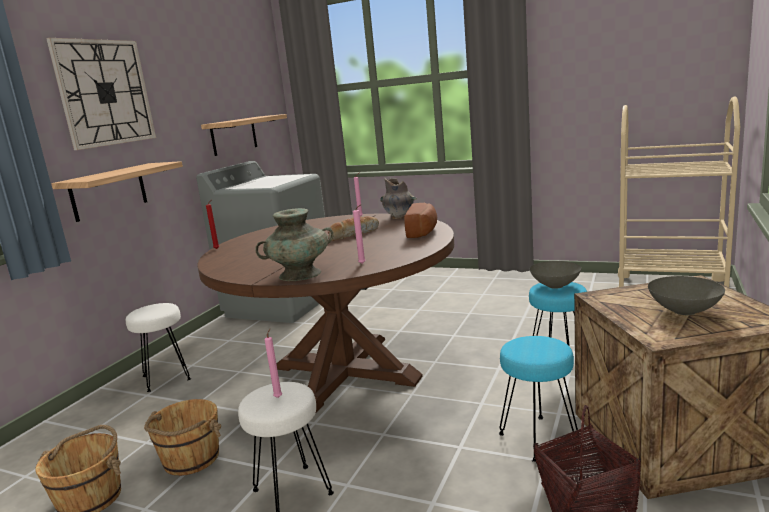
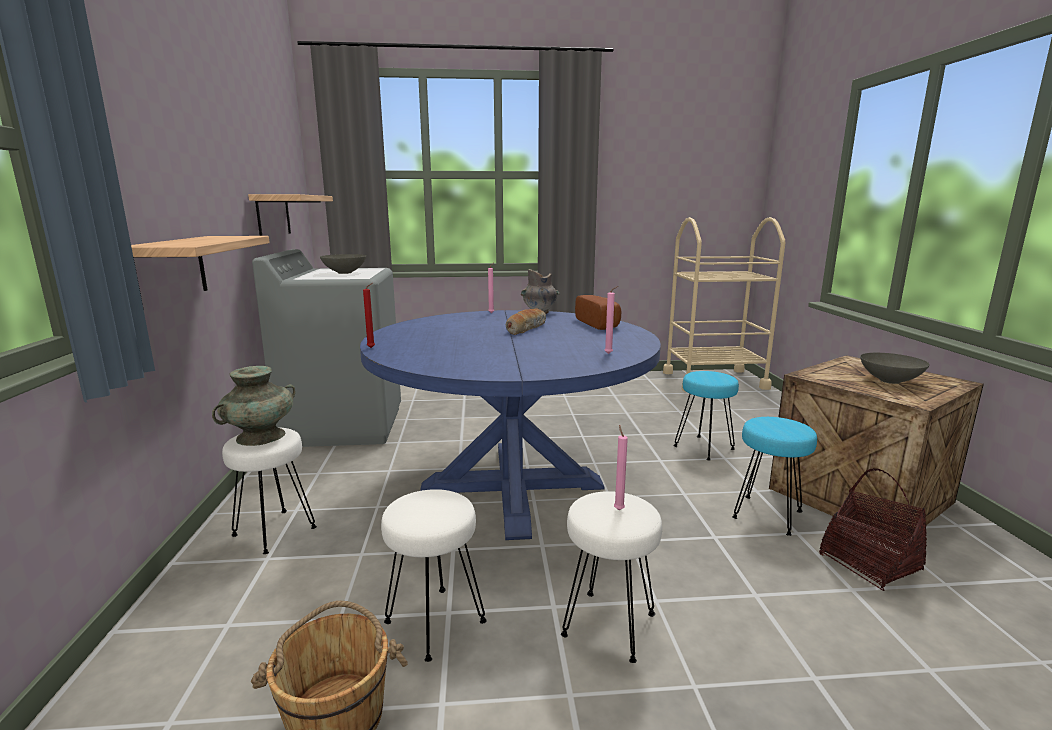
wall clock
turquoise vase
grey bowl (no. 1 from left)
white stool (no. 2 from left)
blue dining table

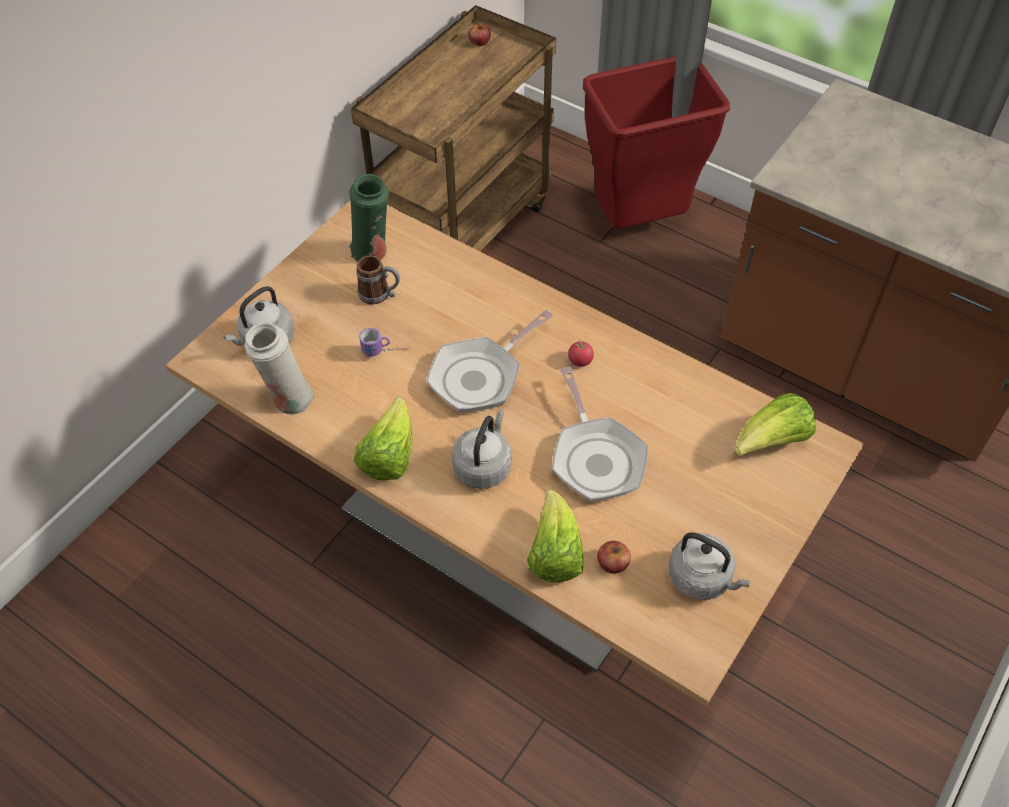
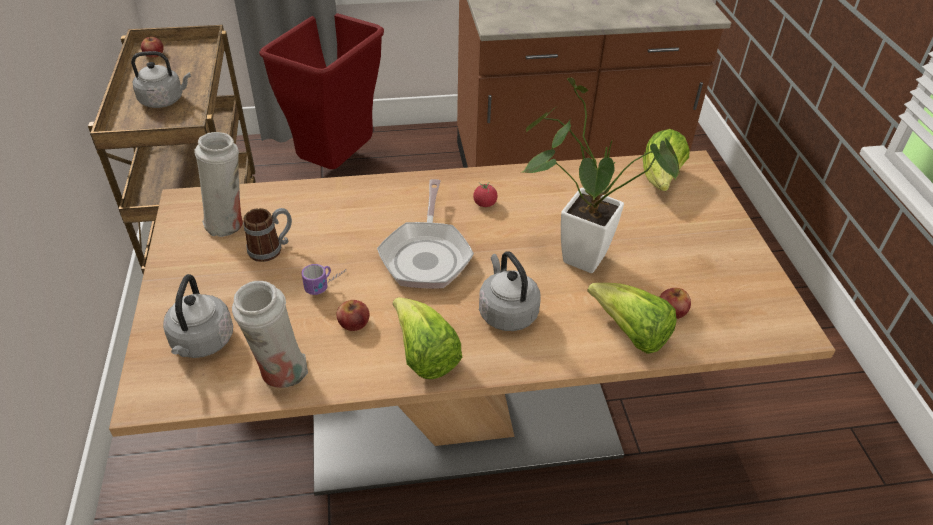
apple (no. 2 from left)
grey kettle (no. 1 from left)
potted plant
white vase (no. 1 from left)

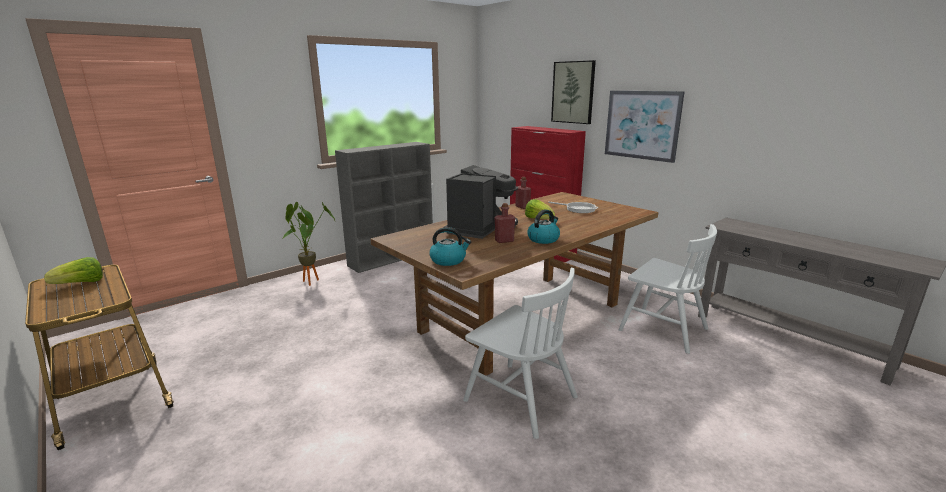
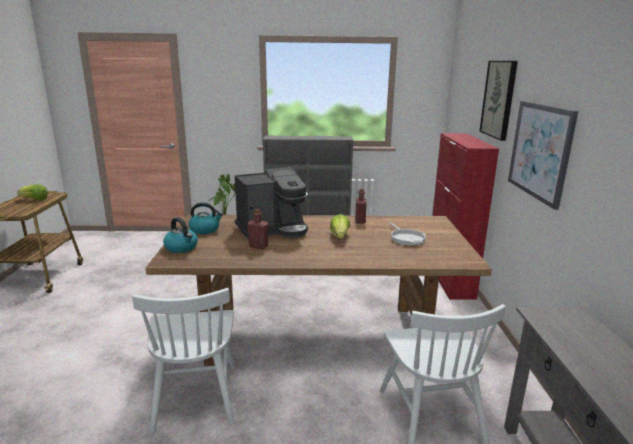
kettle (no. 2 from left)

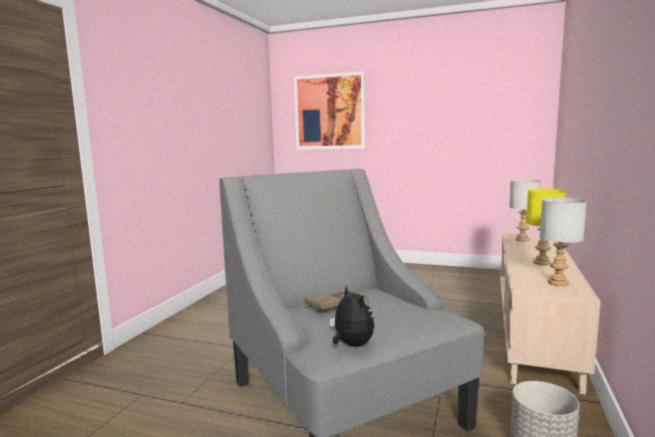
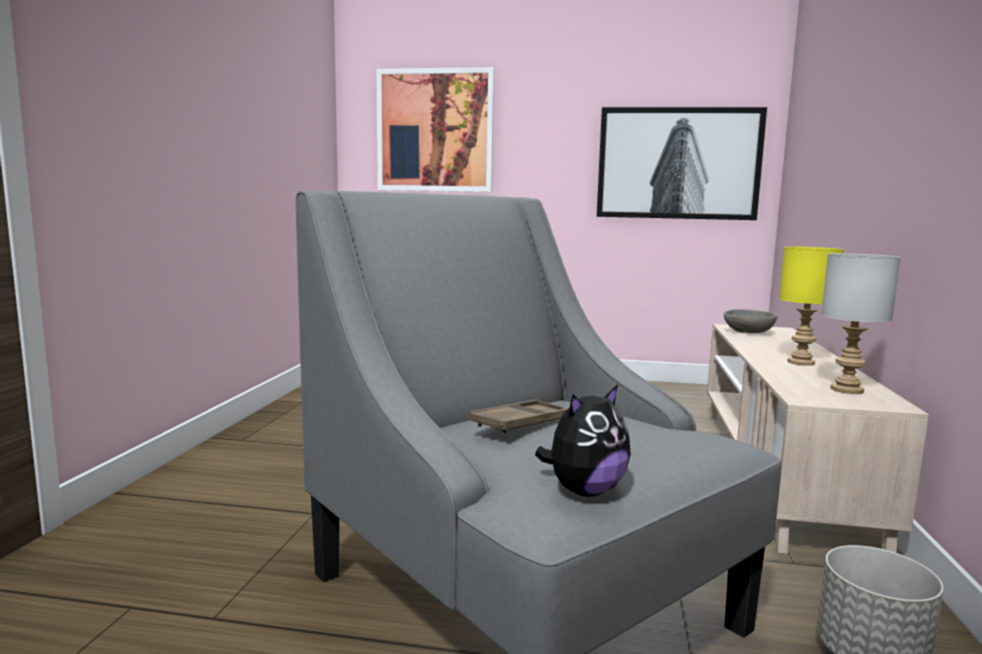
picture (no. 2 from left)
grey bowl
plush toy

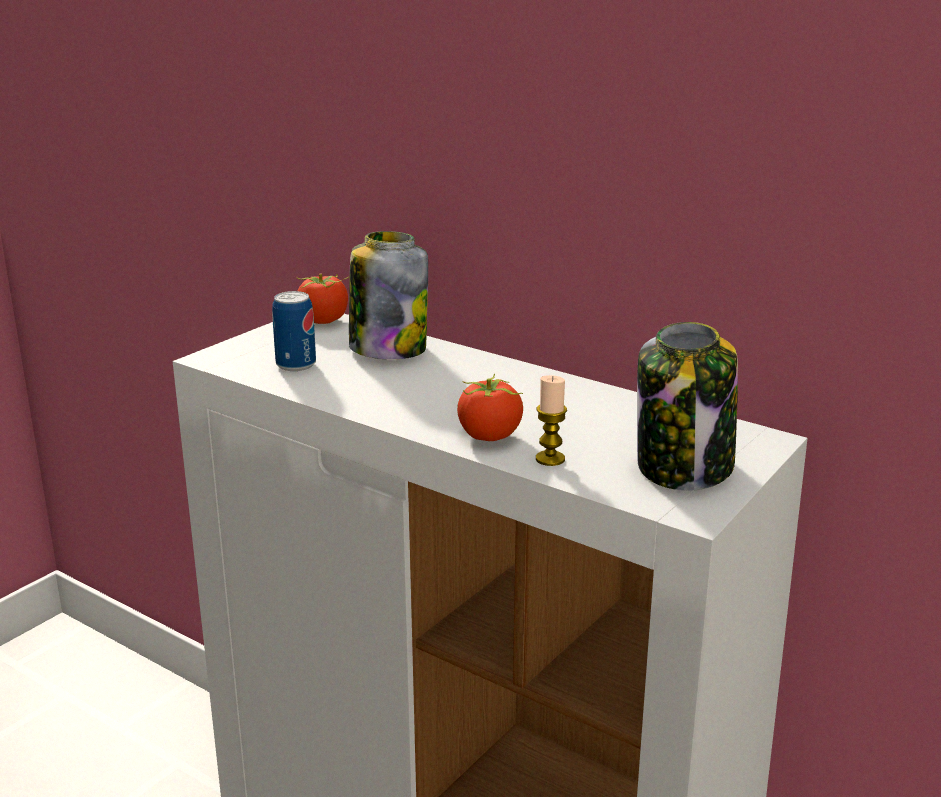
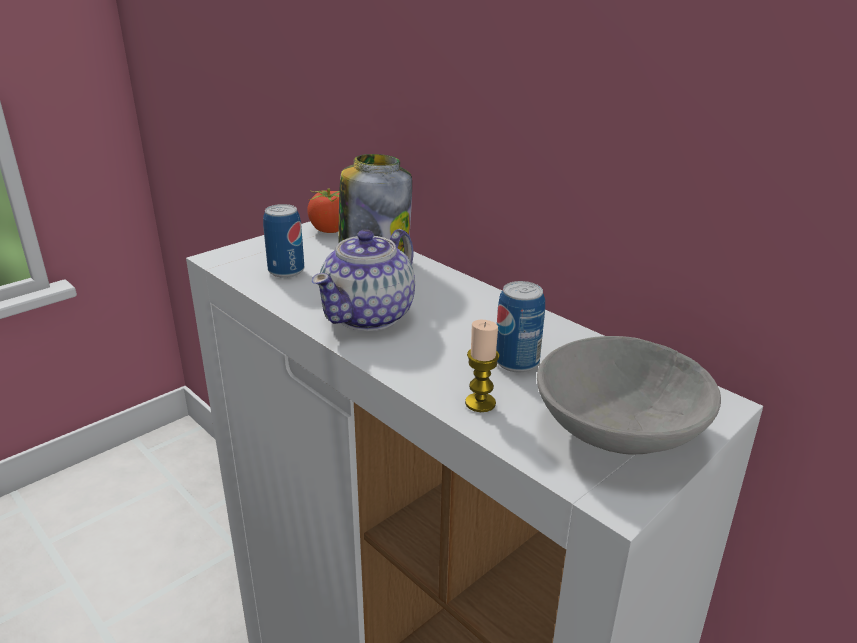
tomato (no. 2 from left in the first image)
teapot
can (no. 2 from left)
grey bowl

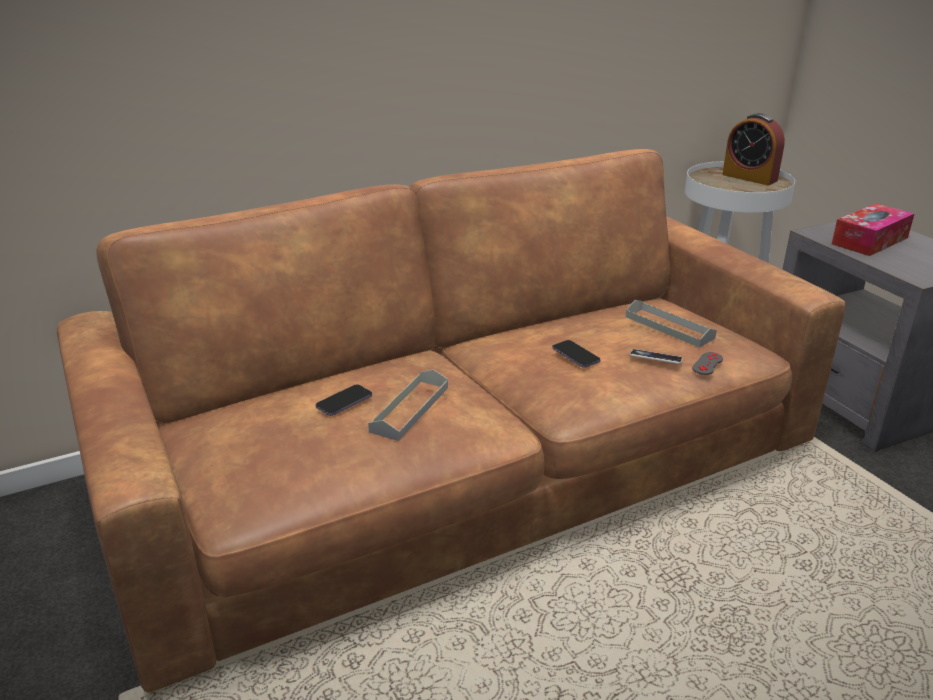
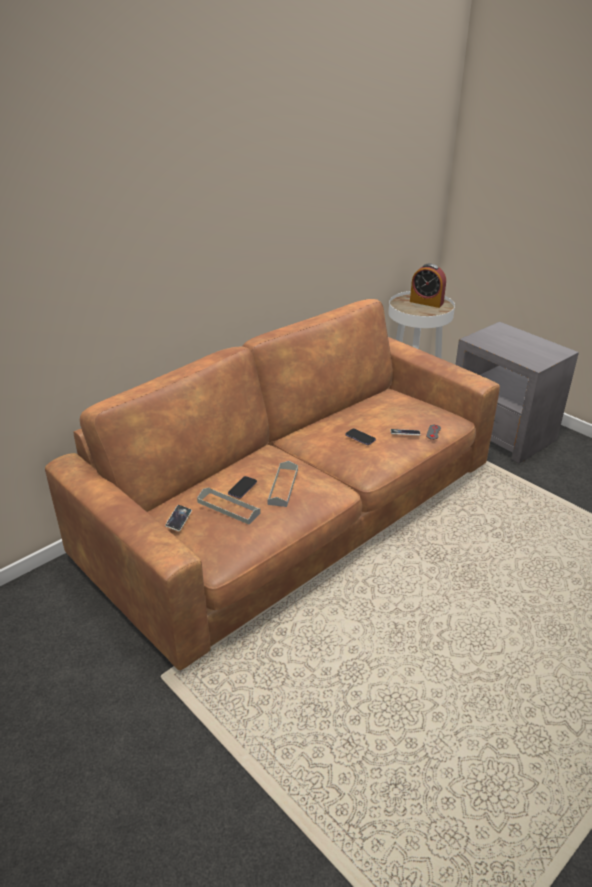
tissue box
phone (no. 1 from left)
grey tray (no. 1 from left)

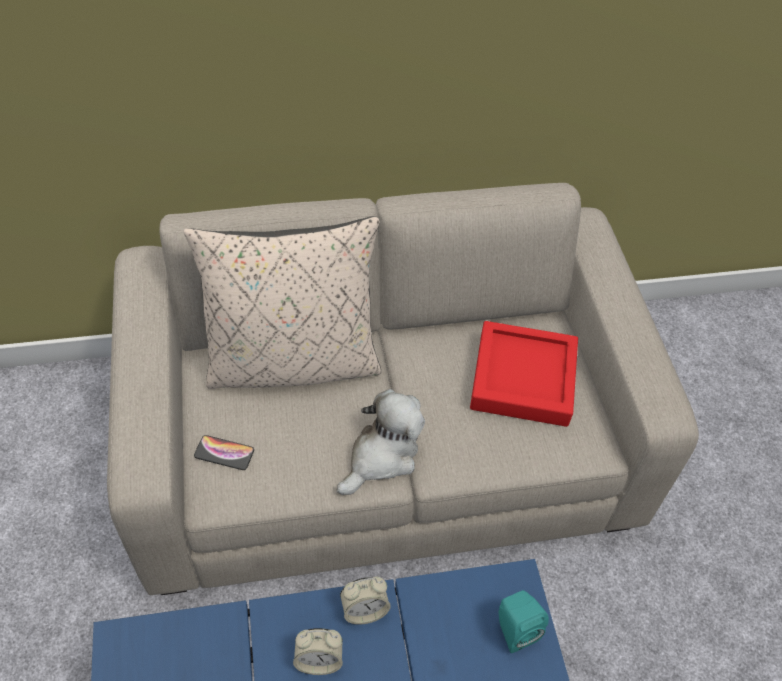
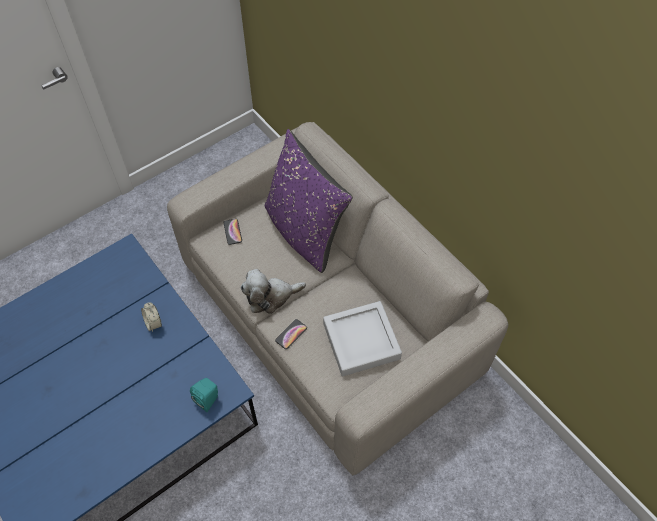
alarm clock (no. 2 from left in the first image)
phone (no. 2 from left)
purple pillow
grey tray
plush toy

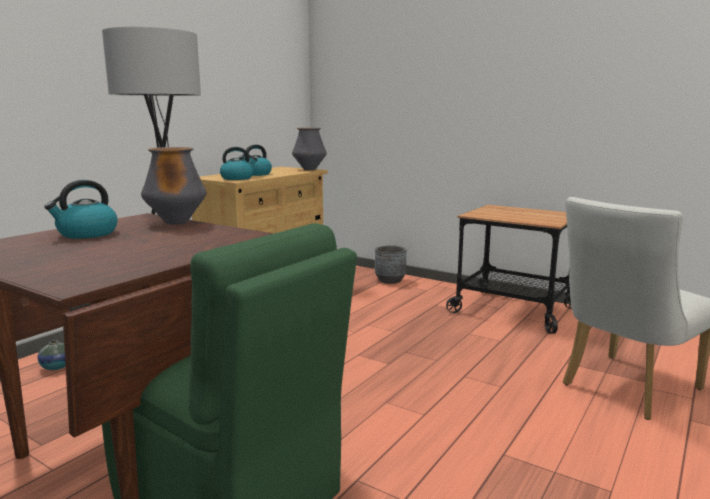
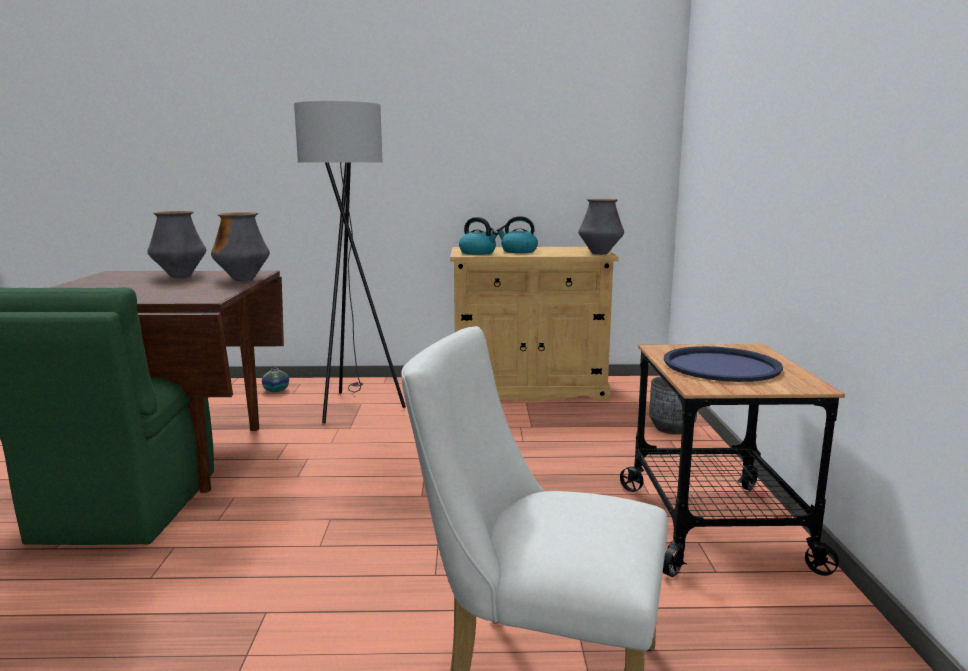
blue tray
vase (no. 1 from left)

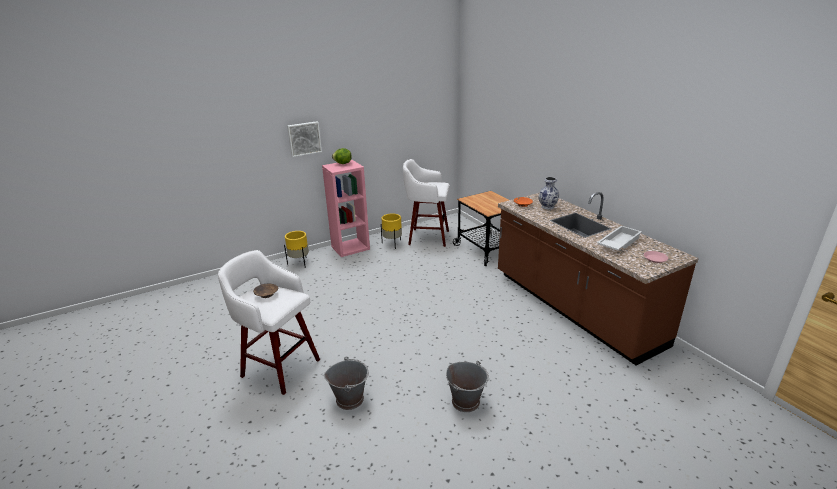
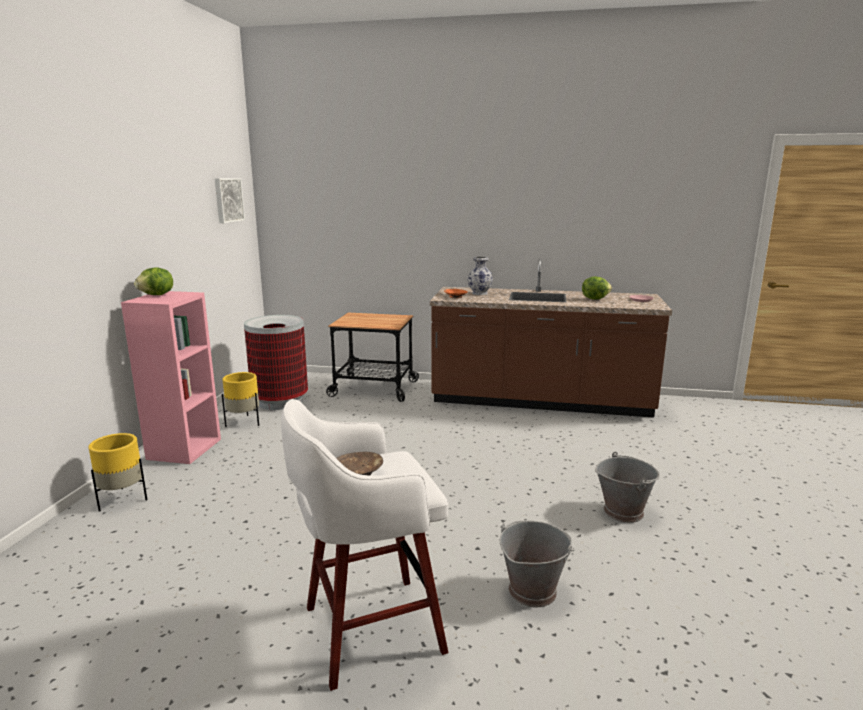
picture
trash can
lettuce (no. 2 from left)

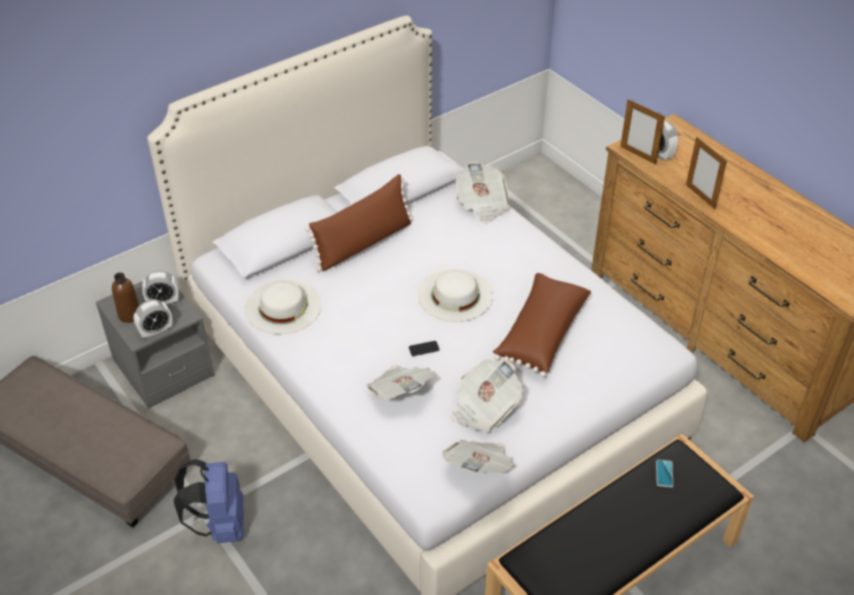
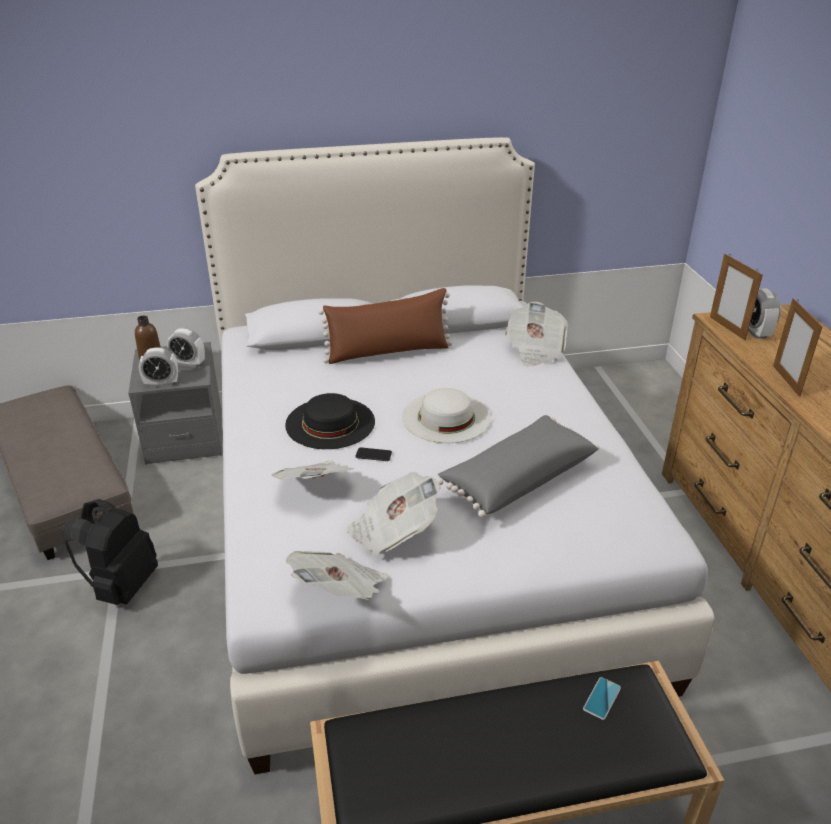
white hat (no. 1 from left in the first image)
black hat
black backpack
grey pillow

